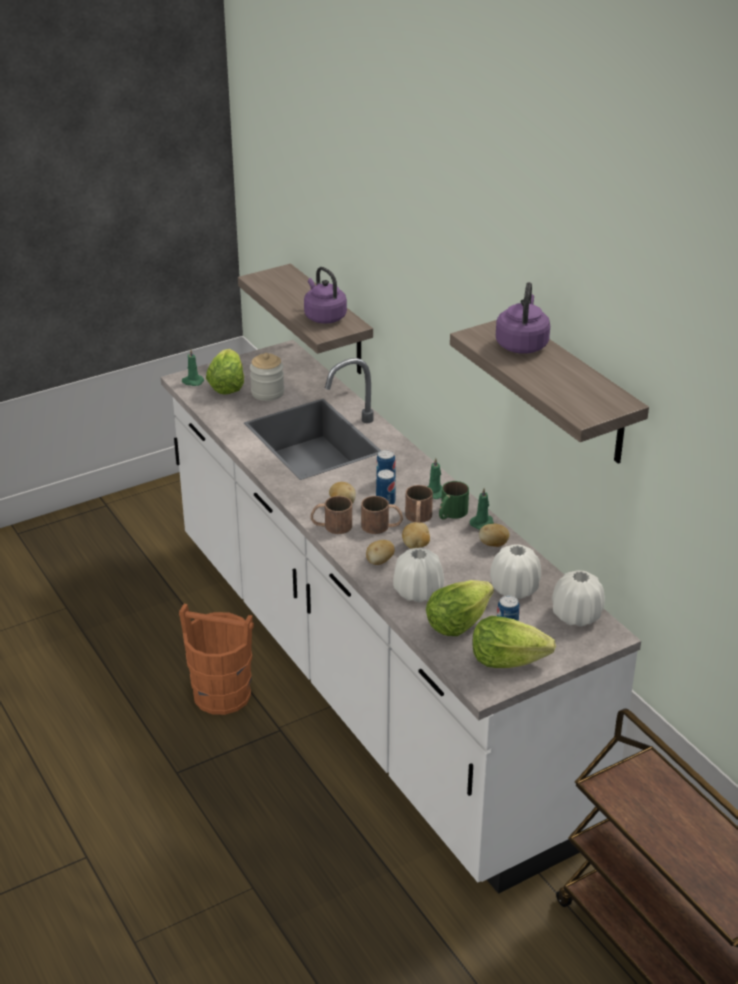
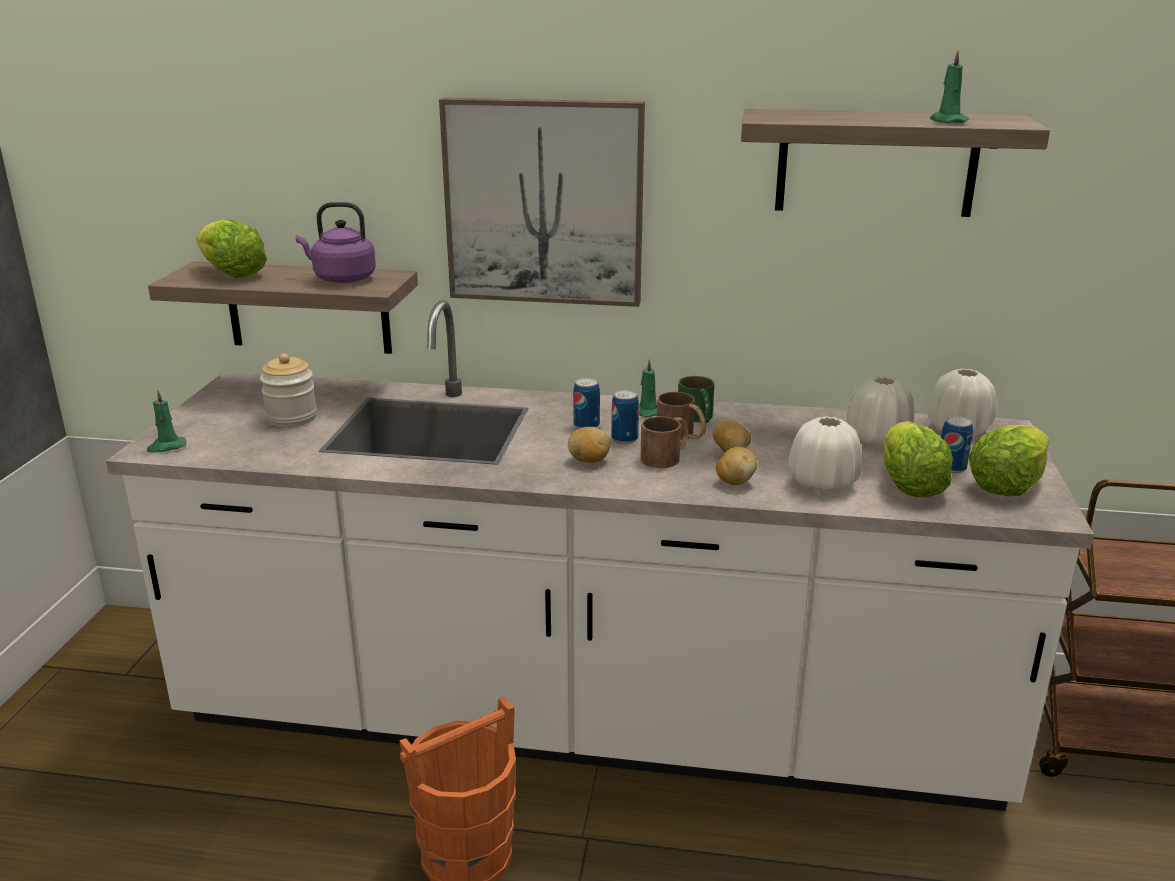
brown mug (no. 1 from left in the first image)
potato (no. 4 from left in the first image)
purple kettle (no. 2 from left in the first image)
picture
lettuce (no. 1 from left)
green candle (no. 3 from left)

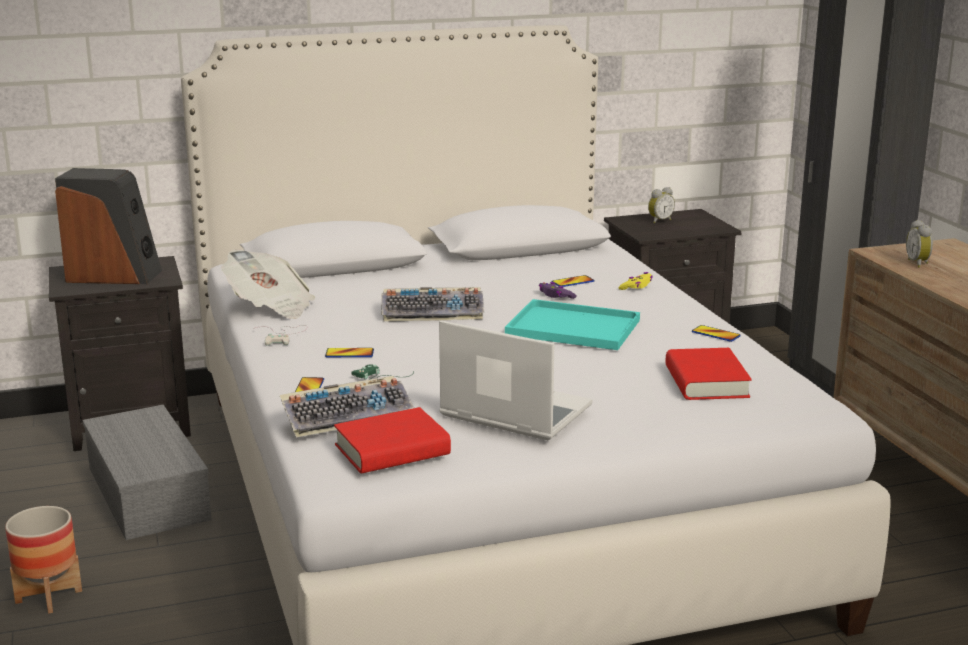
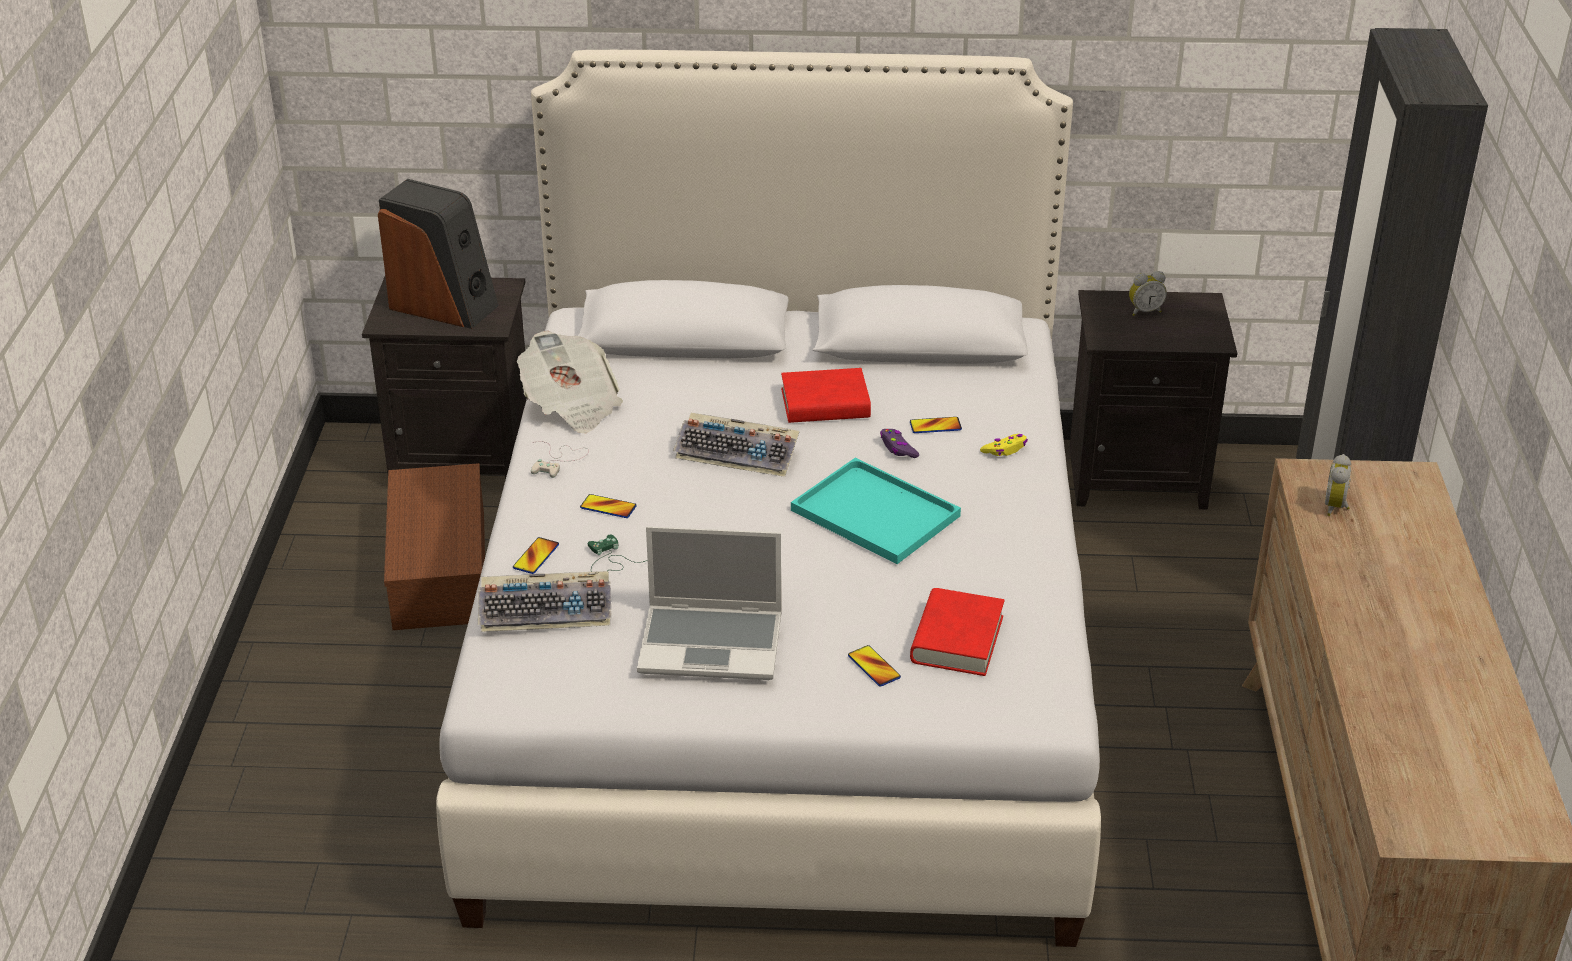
planter
red book (no. 1 from left)
phone (no. 3 from left)
brown storage box
laptop

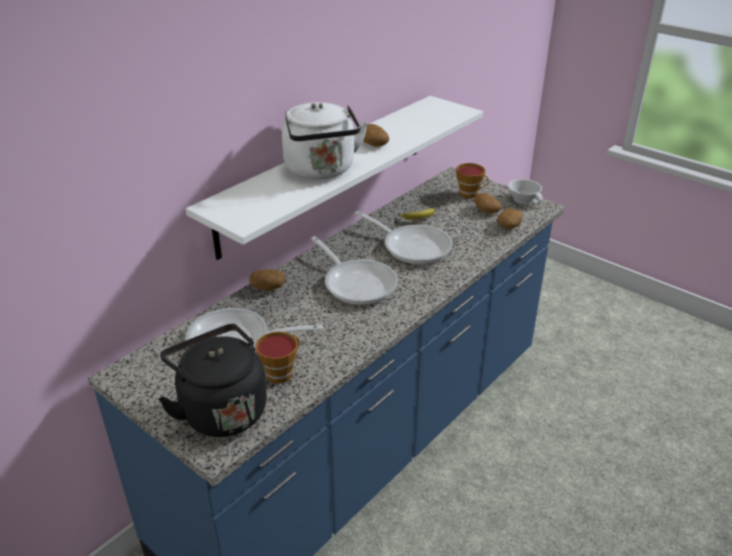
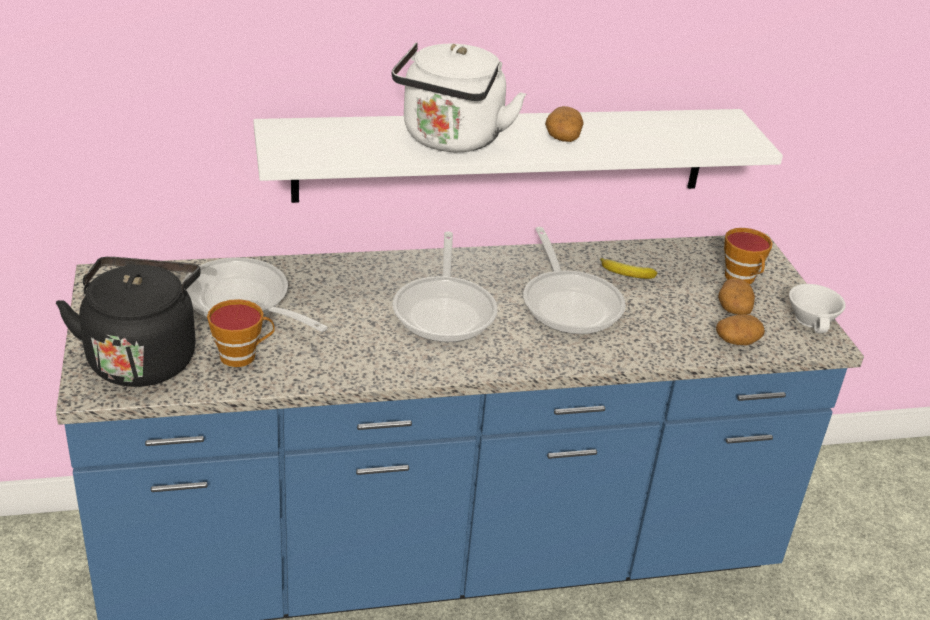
potato (no. 1 from left in the first image)

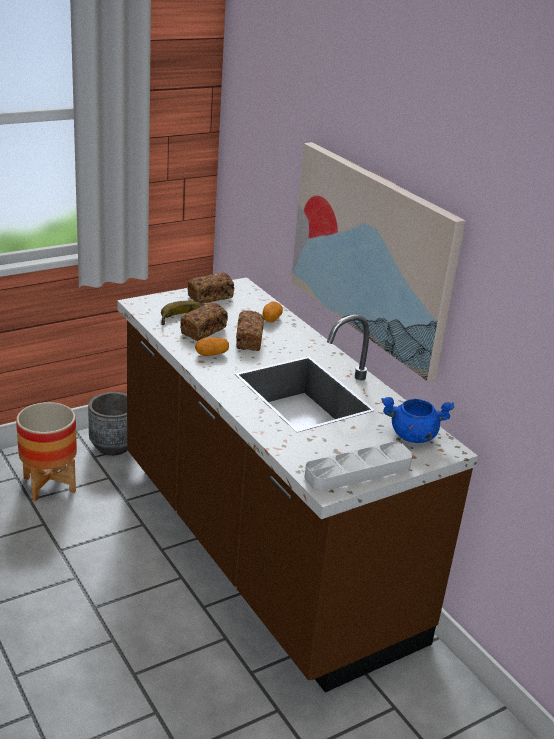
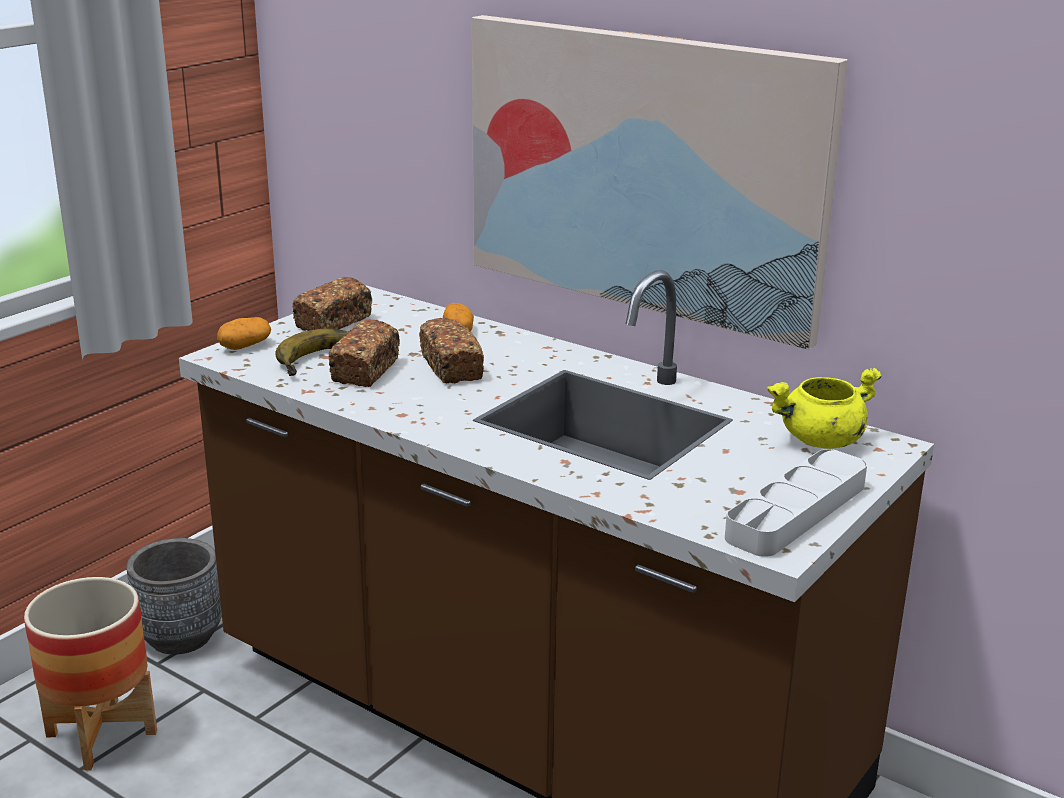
potato (no. 1 from left)
yellow cooking pot

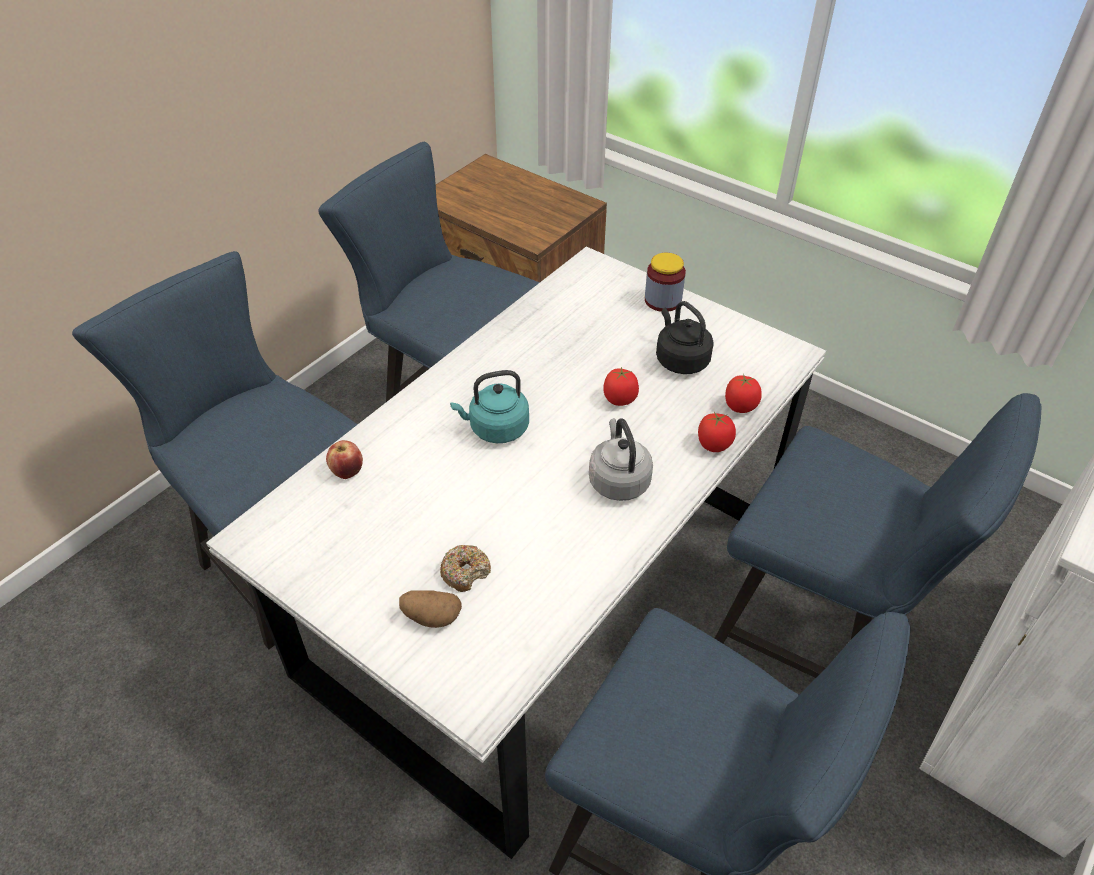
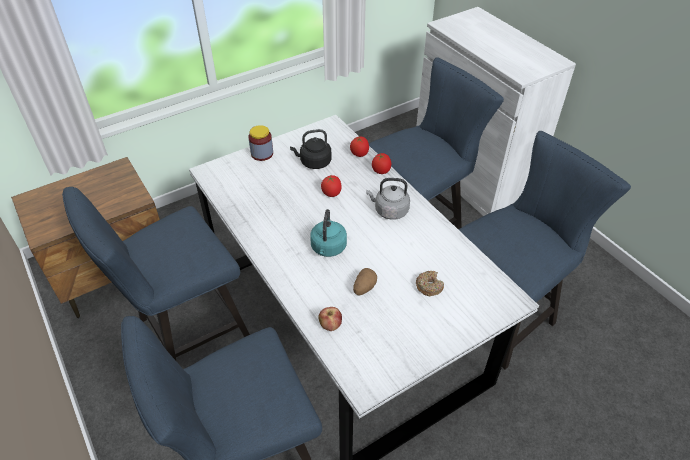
potato

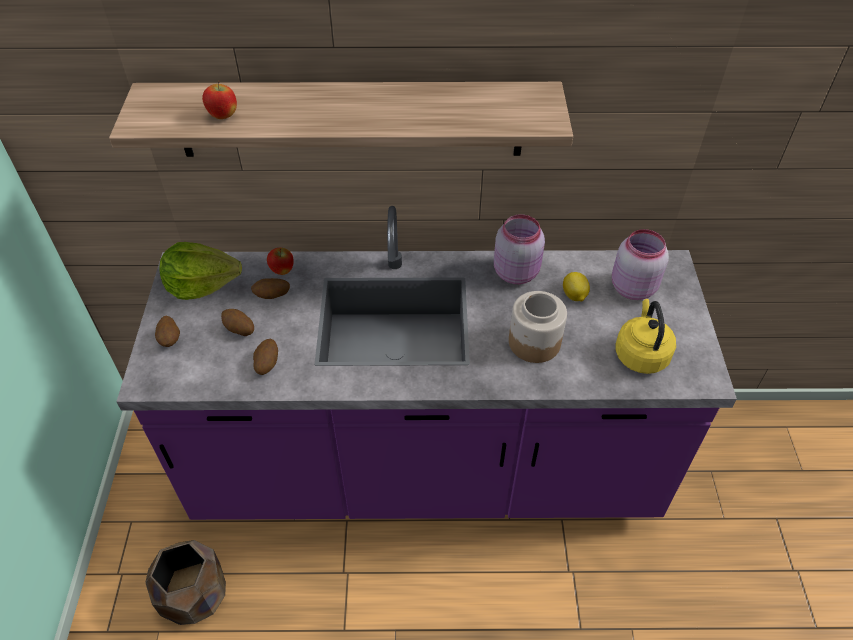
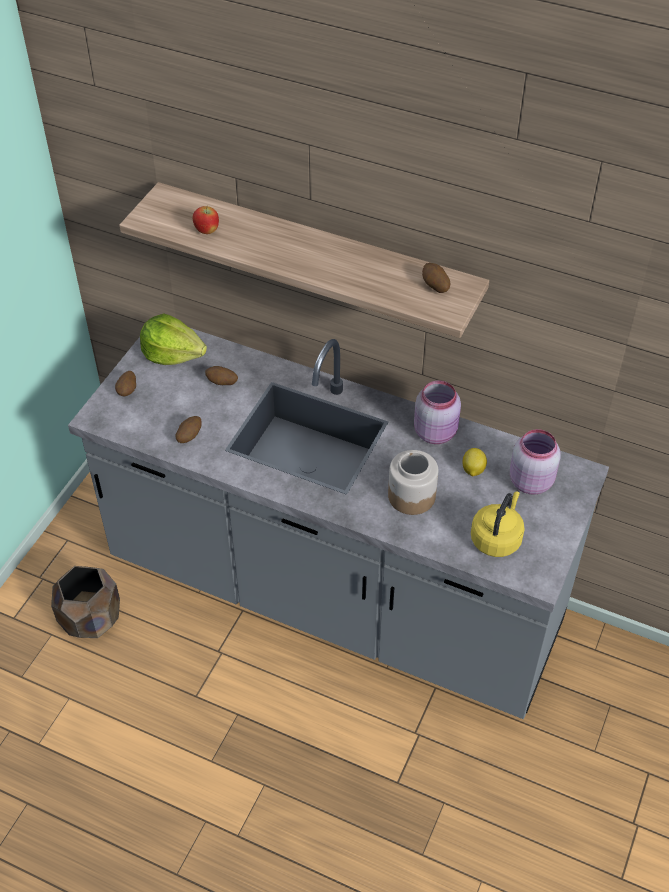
apple (no. 2 from left in the first image)
potato (no. 4 from left)
grey counter

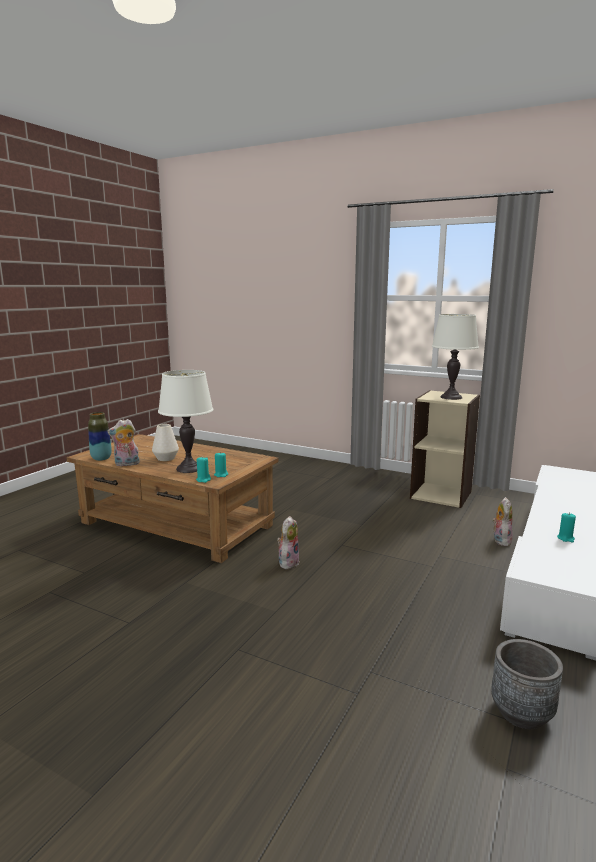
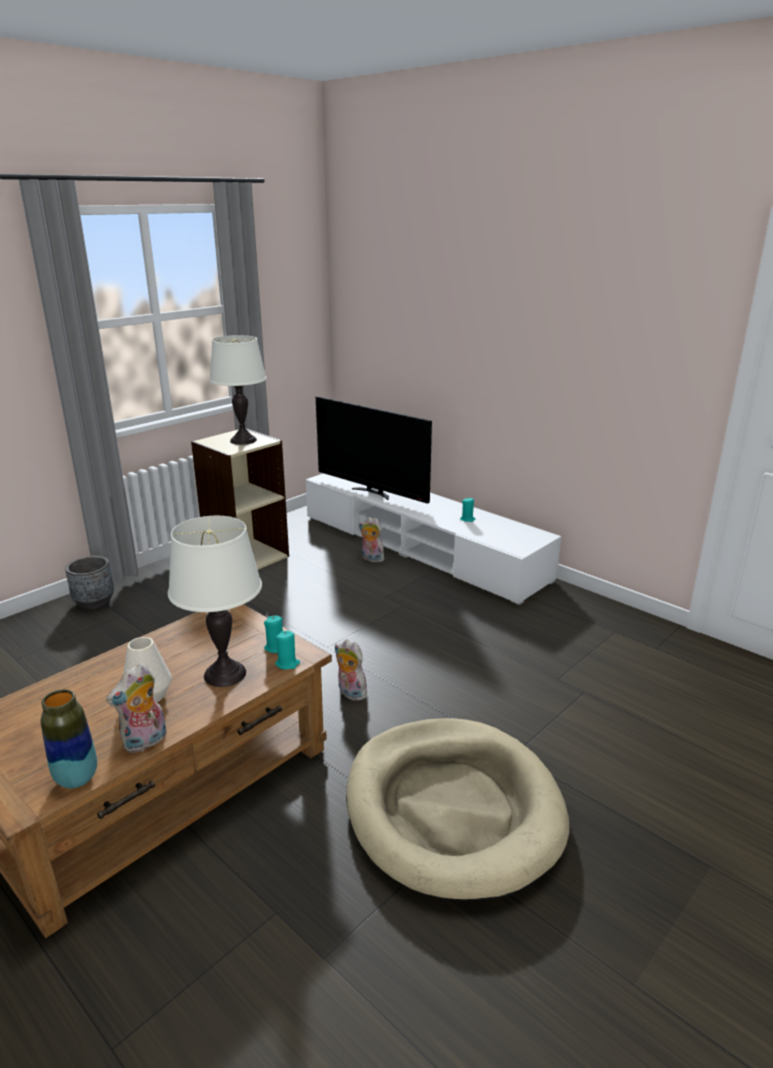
television
beige dog bed
grey planter
plush toy (no. 1 from left)

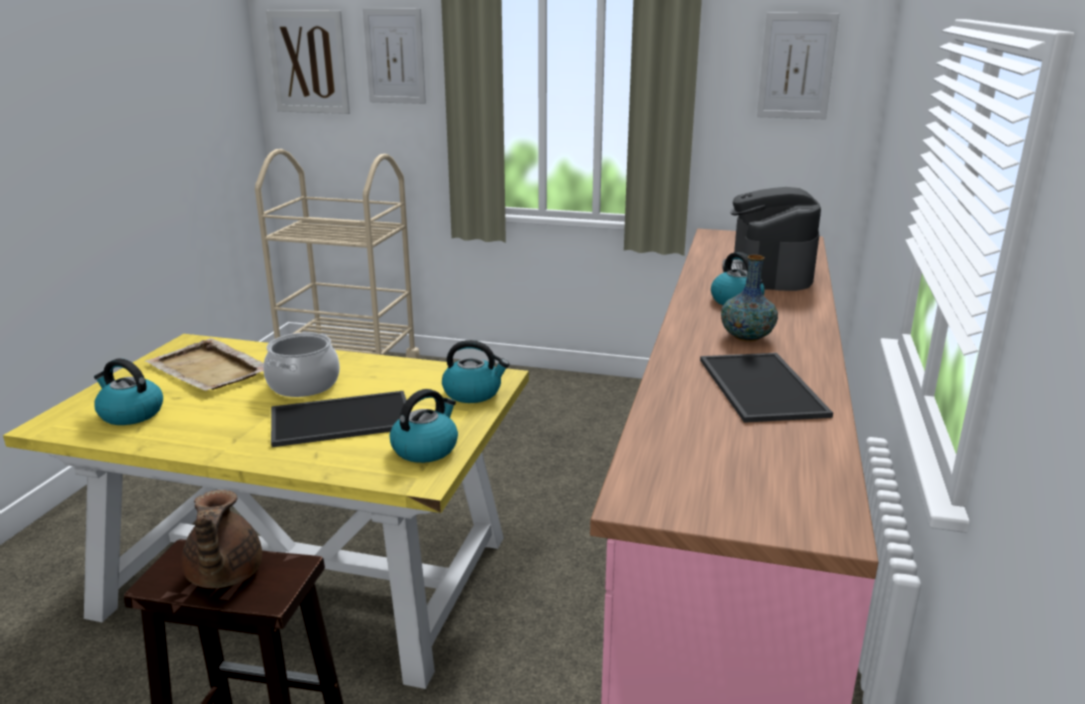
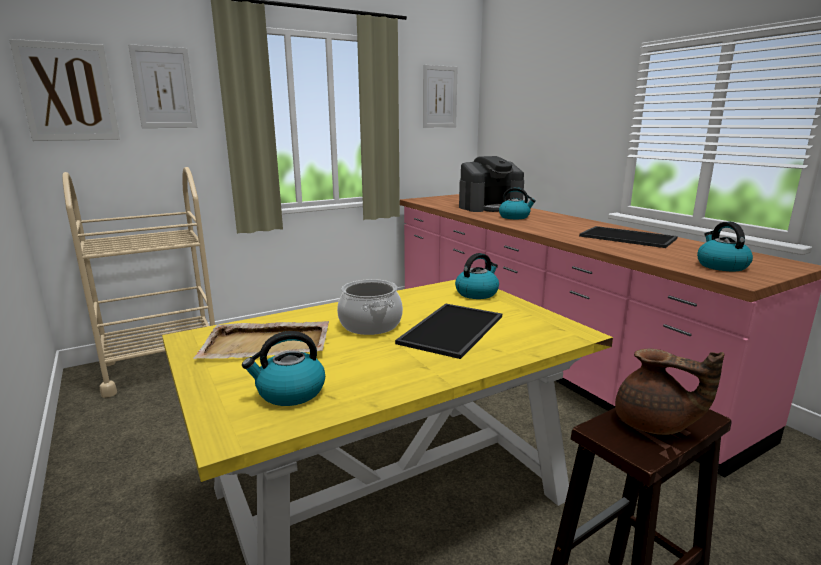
vase
kettle (no. 4 from left)
coffee machine

